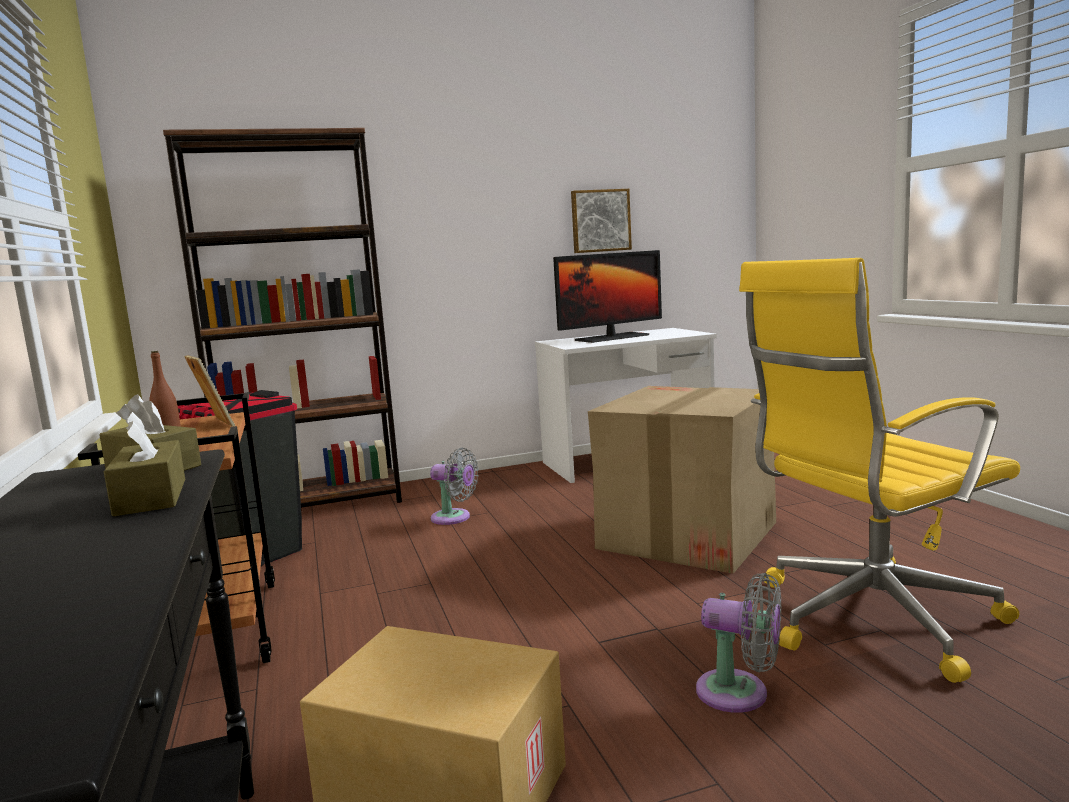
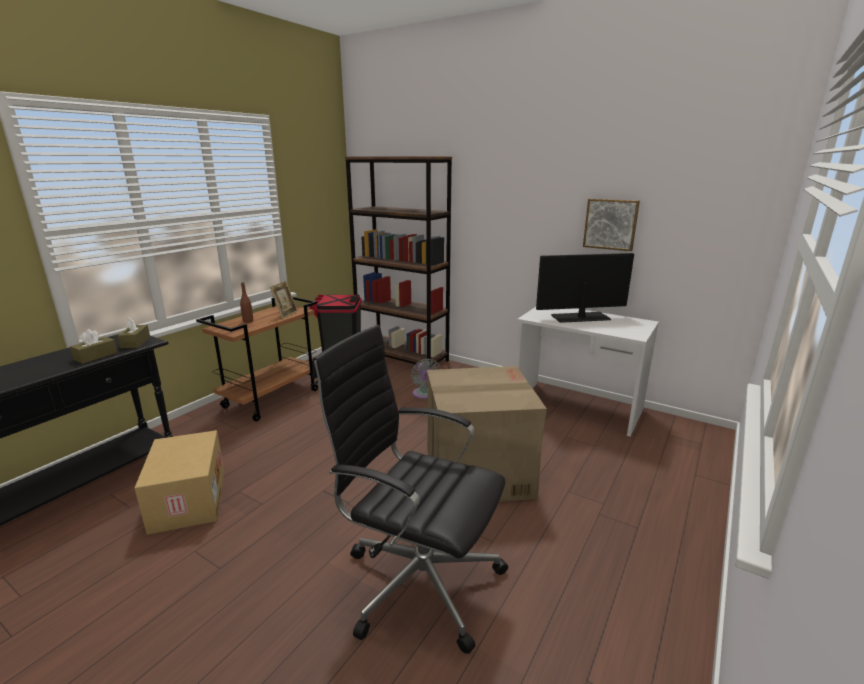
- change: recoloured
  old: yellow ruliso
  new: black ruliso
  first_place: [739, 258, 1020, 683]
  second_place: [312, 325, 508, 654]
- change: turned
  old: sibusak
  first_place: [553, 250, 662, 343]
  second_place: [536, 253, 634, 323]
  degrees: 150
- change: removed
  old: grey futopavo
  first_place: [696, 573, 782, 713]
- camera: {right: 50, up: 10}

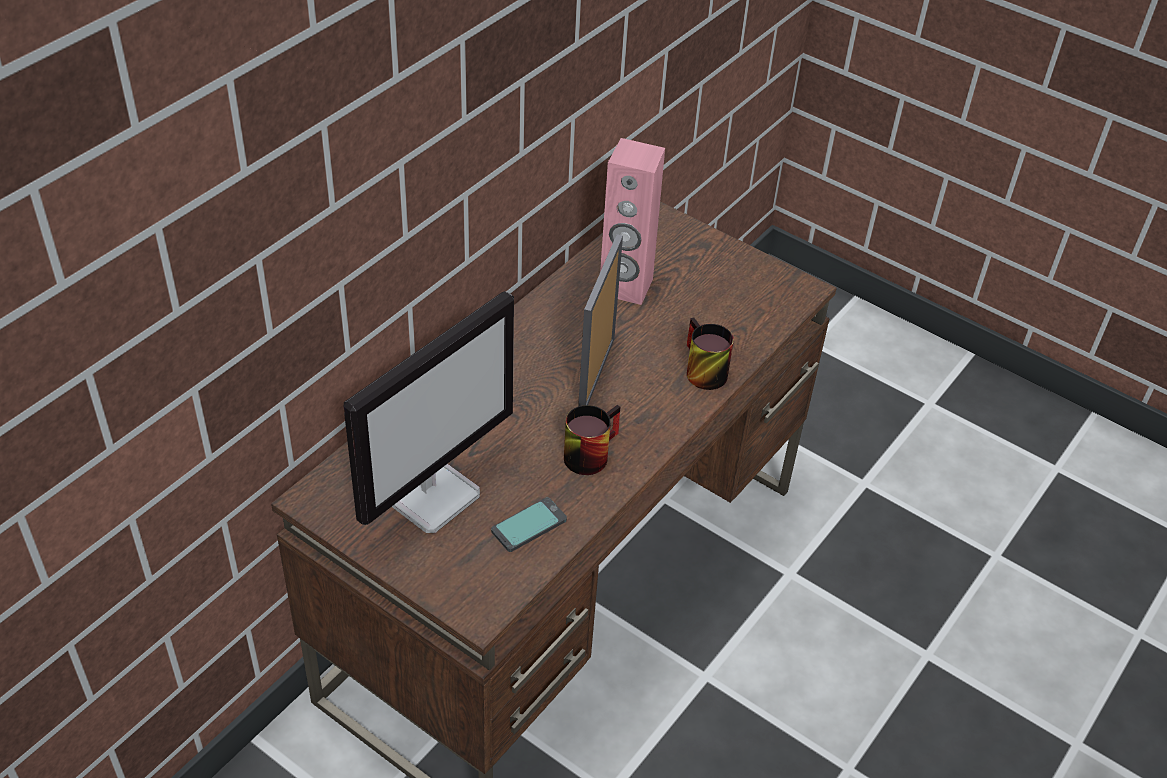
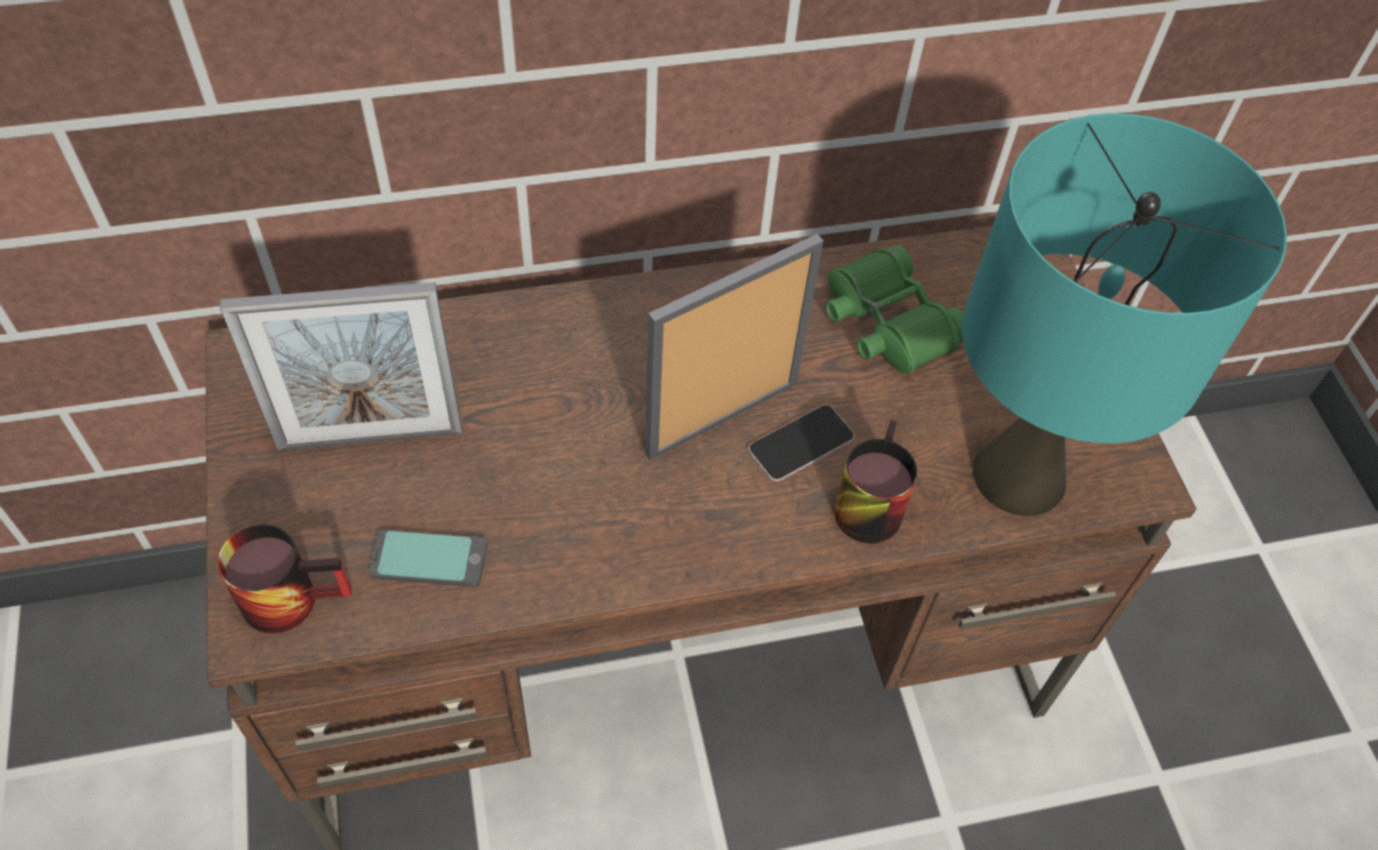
- change: moved
  old: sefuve
  first_place: [564, 405, 620, 475]
  second_place: [217, 524, 352, 634]
- change: replaced
  old: sibusak
  new: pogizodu
  first_place: [344, 291, 514, 533]
  second_place: [220, 282, 462, 451]
- change: added
  new: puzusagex
  second_place: [749, 405, 854, 482]
- change: replaced
  old: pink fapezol
  new: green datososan
  first_place: [600, 138, 665, 305]
  second_place: [826, 245, 964, 373]
- change: added
  new: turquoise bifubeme
  second_place: [962, 113, 1287, 516]
- camera: {right: 40, up: 10}

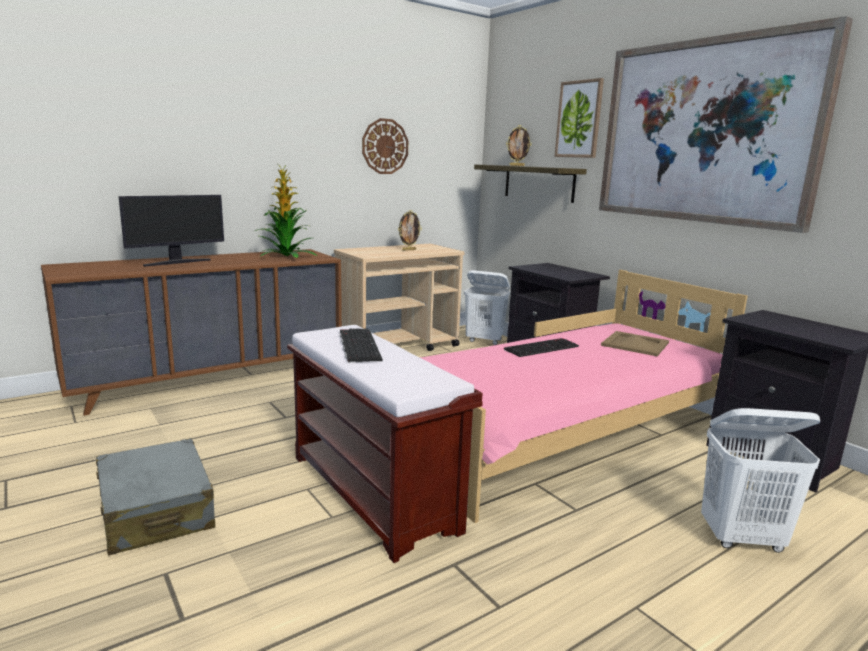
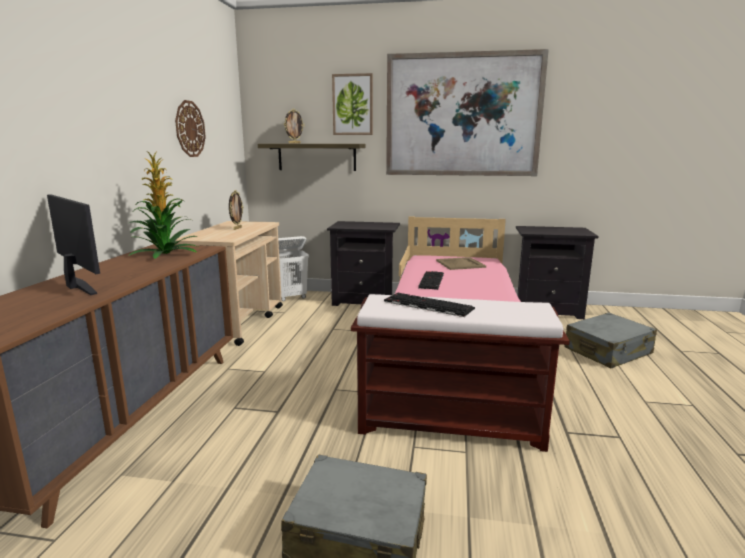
- change: turned
  old: sibusak
  first_place: [119, 195, 224, 266]
  second_place: [47, 194, 100, 295]
  degrees: -45
- change: replaced
  old: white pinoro
  new: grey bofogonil
  first_place: [701, 408, 820, 553]
  second_place: [564, 313, 657, 369]
- camera: {right: -45, up: 0}

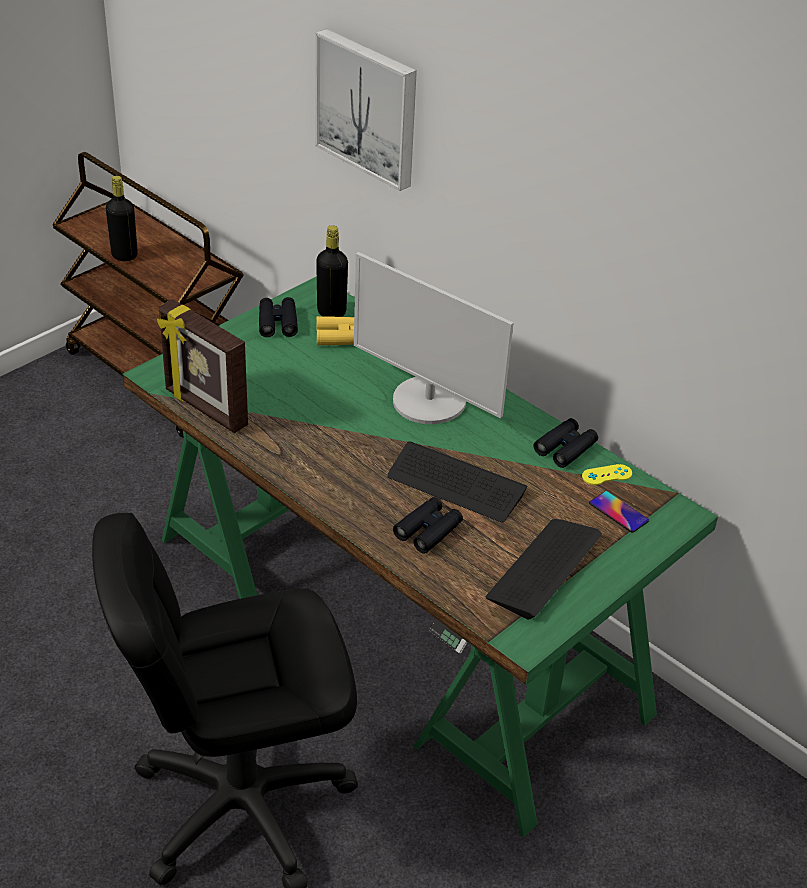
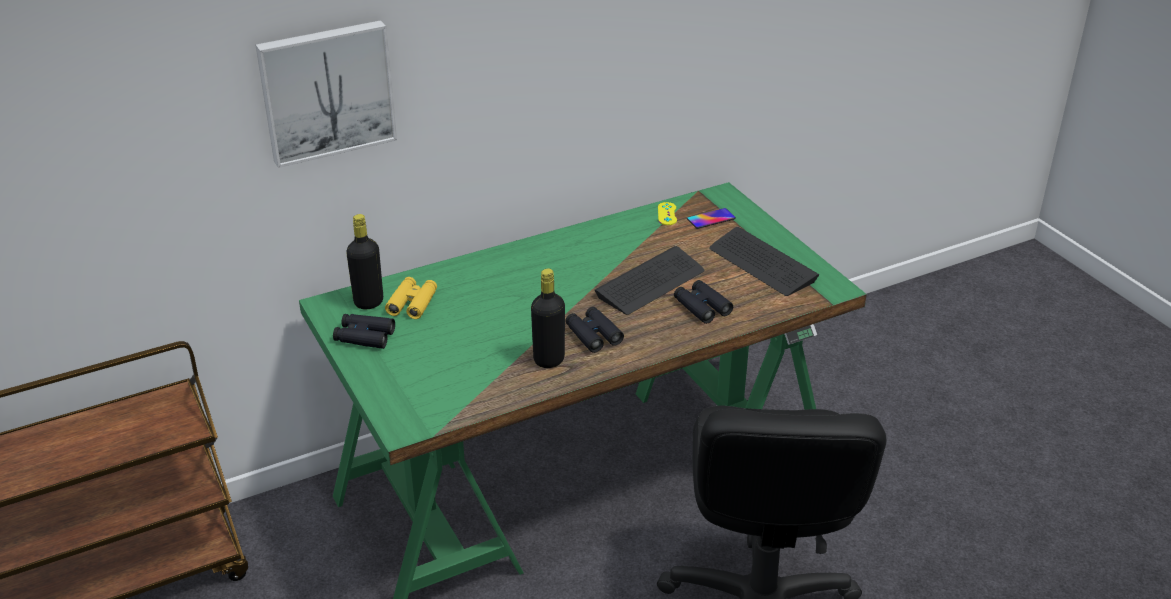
- change: moved
  old: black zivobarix
  first_place: [106, 176, 138, 261]
  second_place: [531, 268, 565, 368]
- change: moved
  old: black datososan
  first_place: [534, 418, 598, 468]
  second_place: [565, 307, 624, 353]
- change: removed
  old: pogizodu
  first_place: [157, 299, 248, 433]
- change: removed
  old: sibusak
  first_place: [354, 252, 513, 424]
- camera: {right: -70, up: -5}

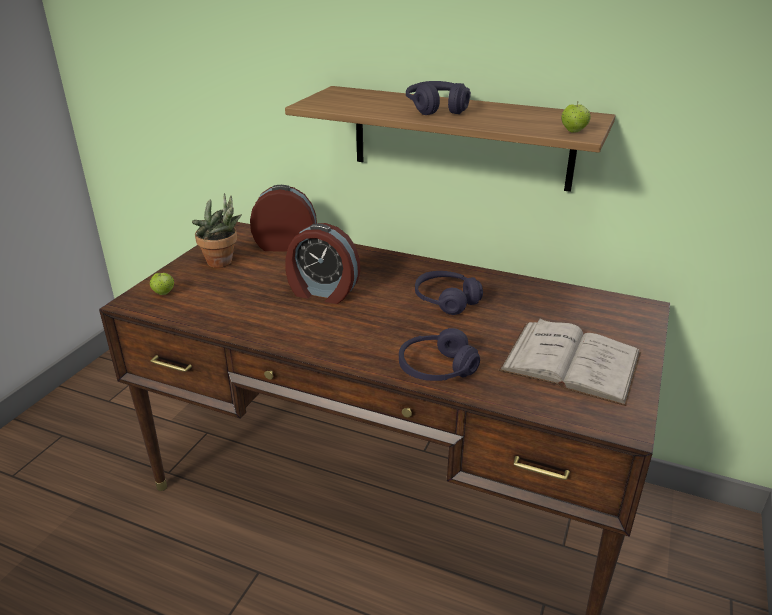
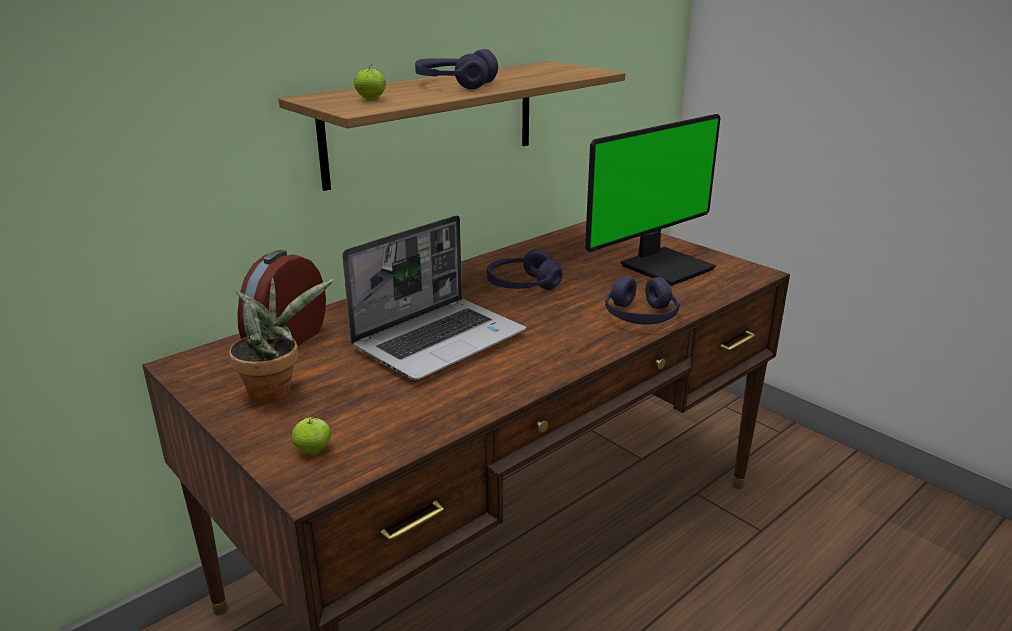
- change: replaced
  old: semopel
  new: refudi
  first_place: [285, 223, 360, 304]
  second_place: [342, 215, 526, 380]
- change: moved
  old: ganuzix
  first_place: [561, 101, 591, 133]
  second_place: [354, 64, 386, 101]
- change: replaced
  old: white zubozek
  new: sibusak
  first_place: [499, 319, 641, 406]
  second_place: [585, 114, 721, 286]
- camera: {right: -65, up: -5}

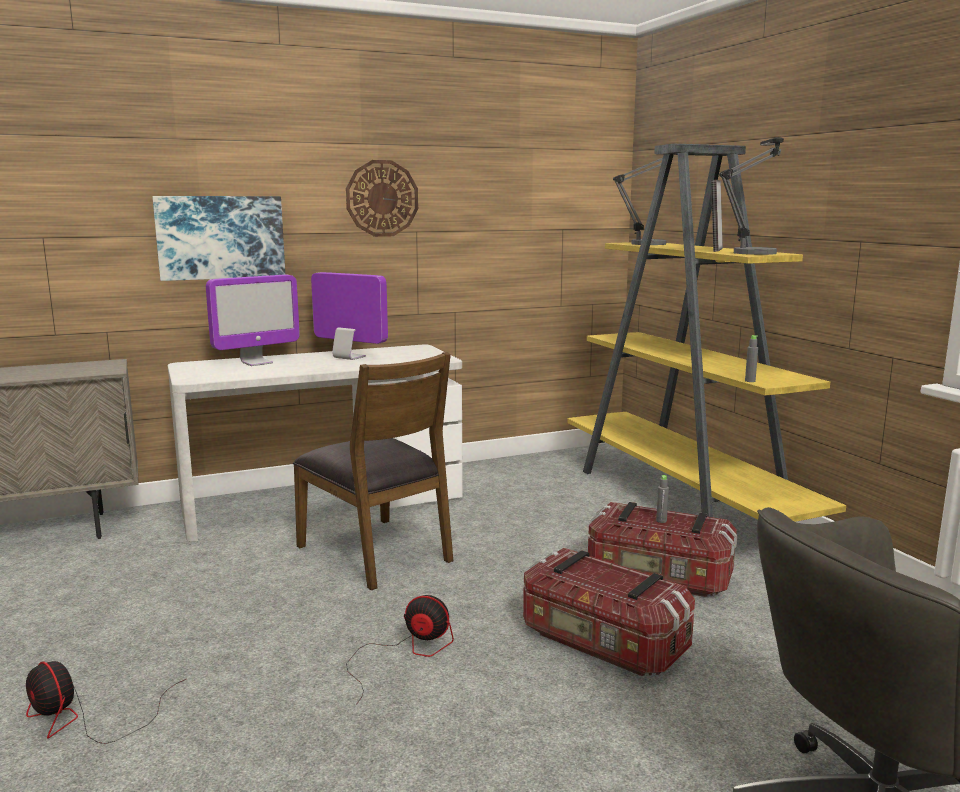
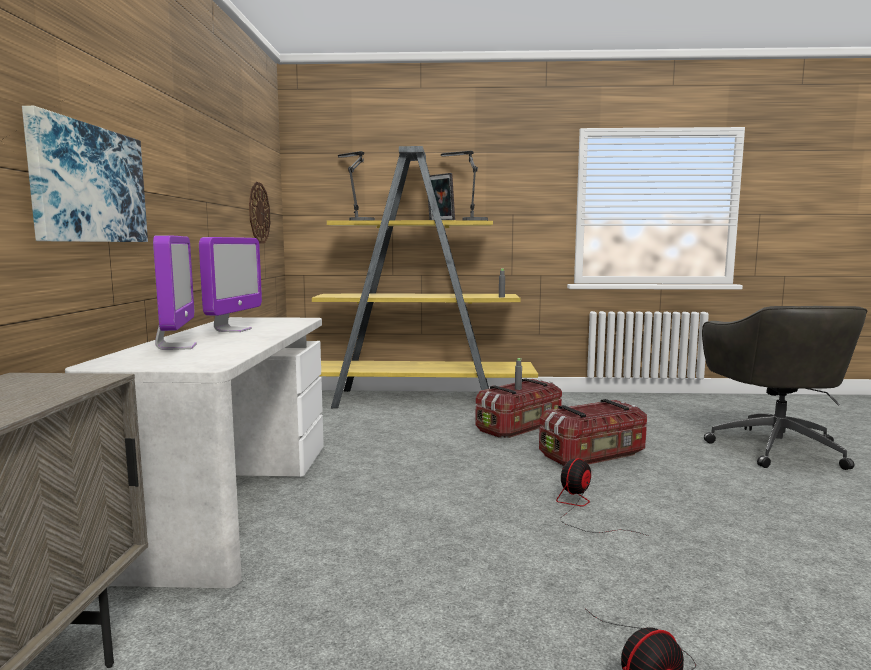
- change: turned
  old: sibusak
  first_place: [311, 272, 388, 360]
  second_place: [199, 237, 262, 332]
  degrees: 135
- change: moved
  old: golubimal
  first_place: [346, 160, 418, 237]
  second_place: [249, 182, 270, 244]
- change: removed
  old: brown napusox
  first_place: [293, 352, 453, 591]
- camera: {right: -65, up: -5}

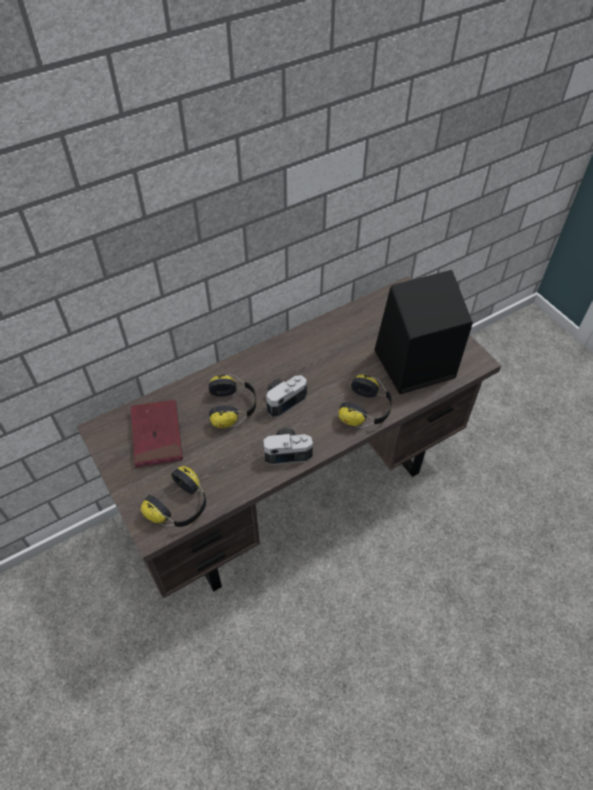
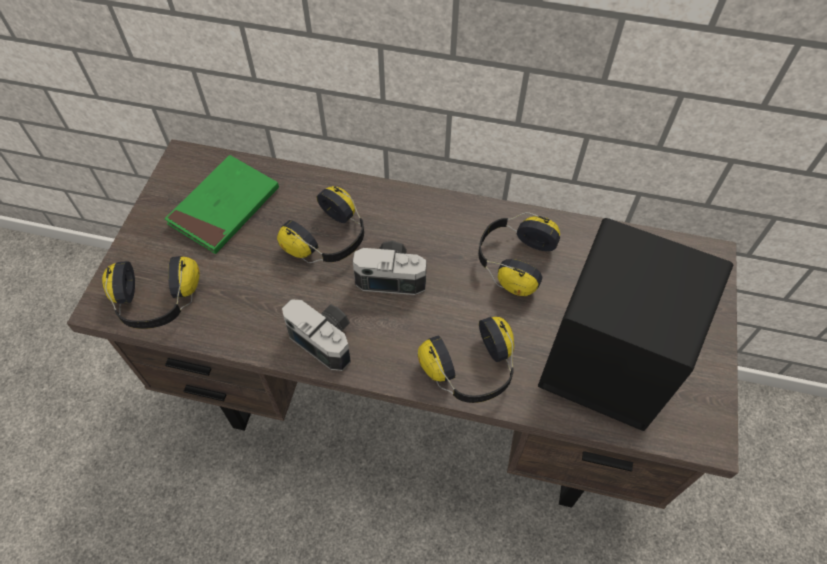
- change: recoloured
  old: red zubozek
  new: green zubozek
  first_place: [131, 400, 183, 467]
  second_place: [165, 155, 279, 254]
- change: added
  new: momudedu
  second_place: [478, 212, 560, 296]
- camera: {right: 45, up: 5}

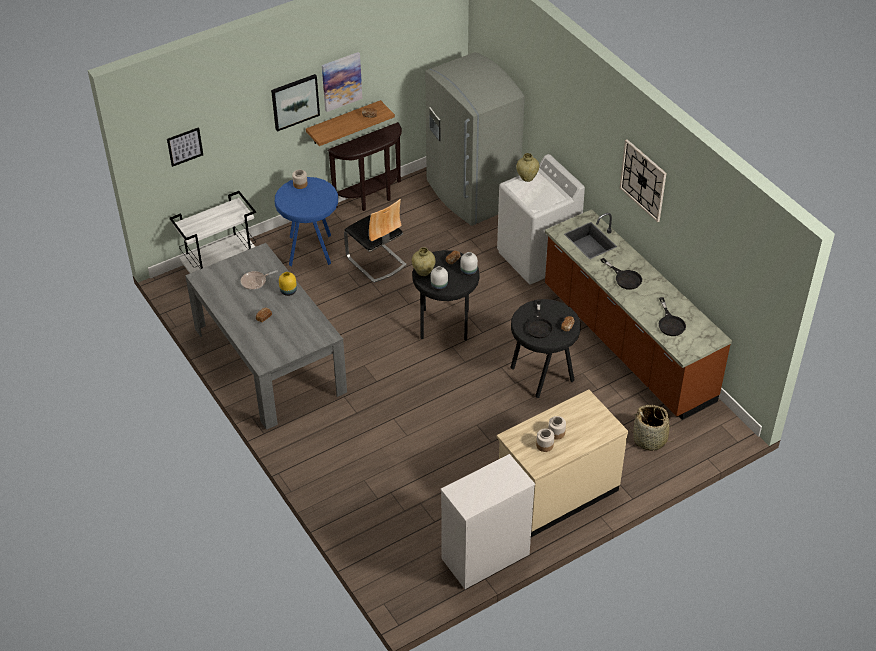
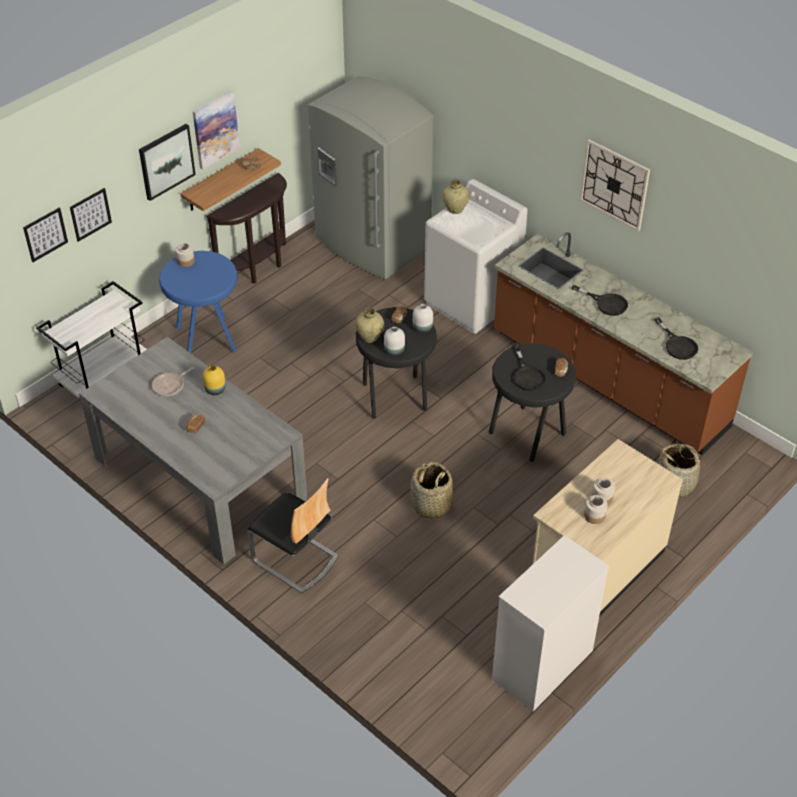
- change: added
  new: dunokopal
  second_place: [70, 188, 112, 242]
- change: moved
  old: napusox
  first_place: [344, 199, 407, 283]
  second_place: [247, 478, 339, 594]
- change: added
  new: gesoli
  second_place: [410, 462, 453, 520]
- camera: {right: -15, up: 0}

